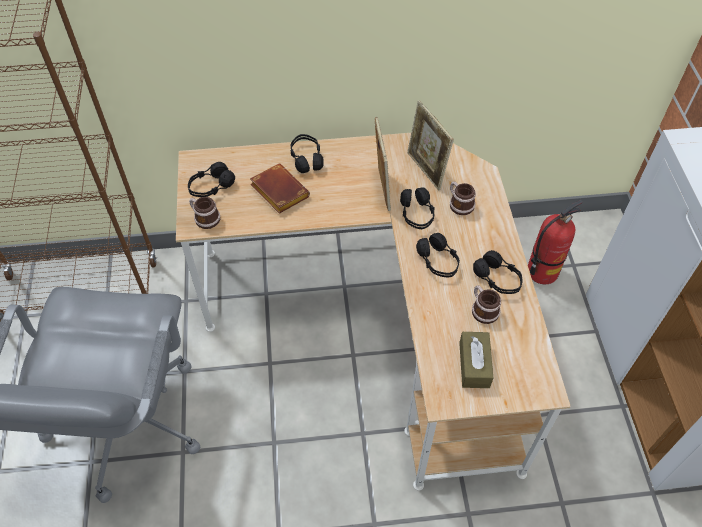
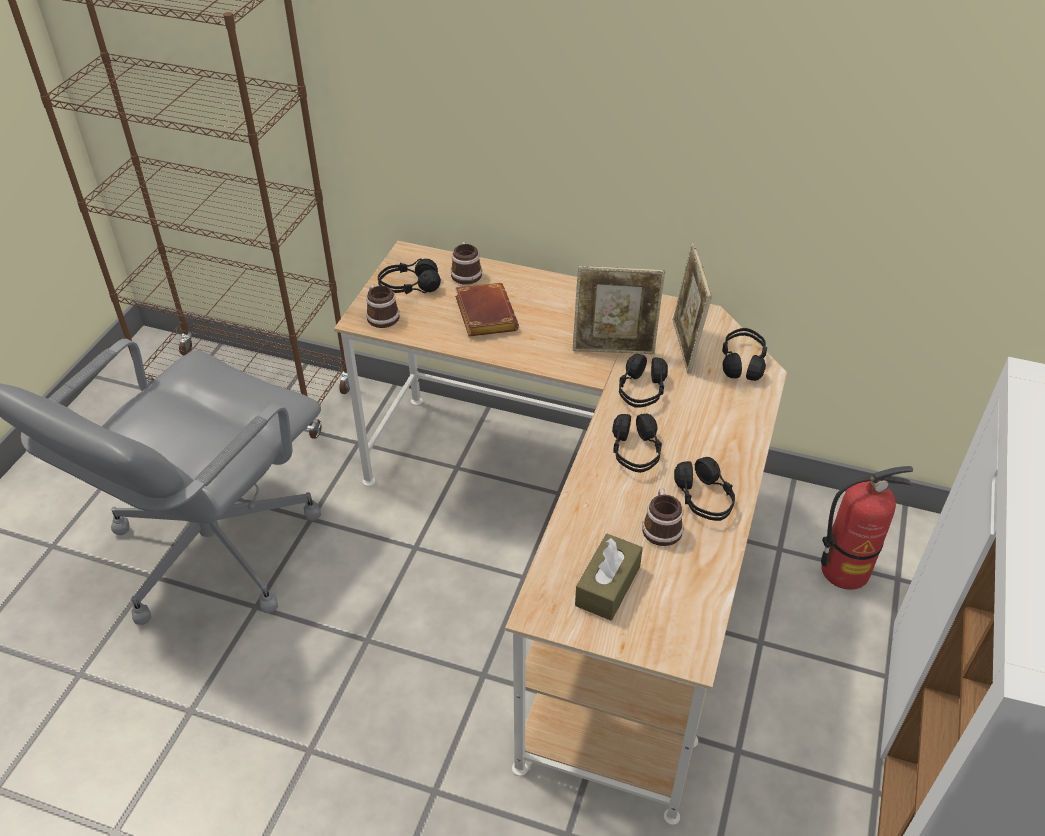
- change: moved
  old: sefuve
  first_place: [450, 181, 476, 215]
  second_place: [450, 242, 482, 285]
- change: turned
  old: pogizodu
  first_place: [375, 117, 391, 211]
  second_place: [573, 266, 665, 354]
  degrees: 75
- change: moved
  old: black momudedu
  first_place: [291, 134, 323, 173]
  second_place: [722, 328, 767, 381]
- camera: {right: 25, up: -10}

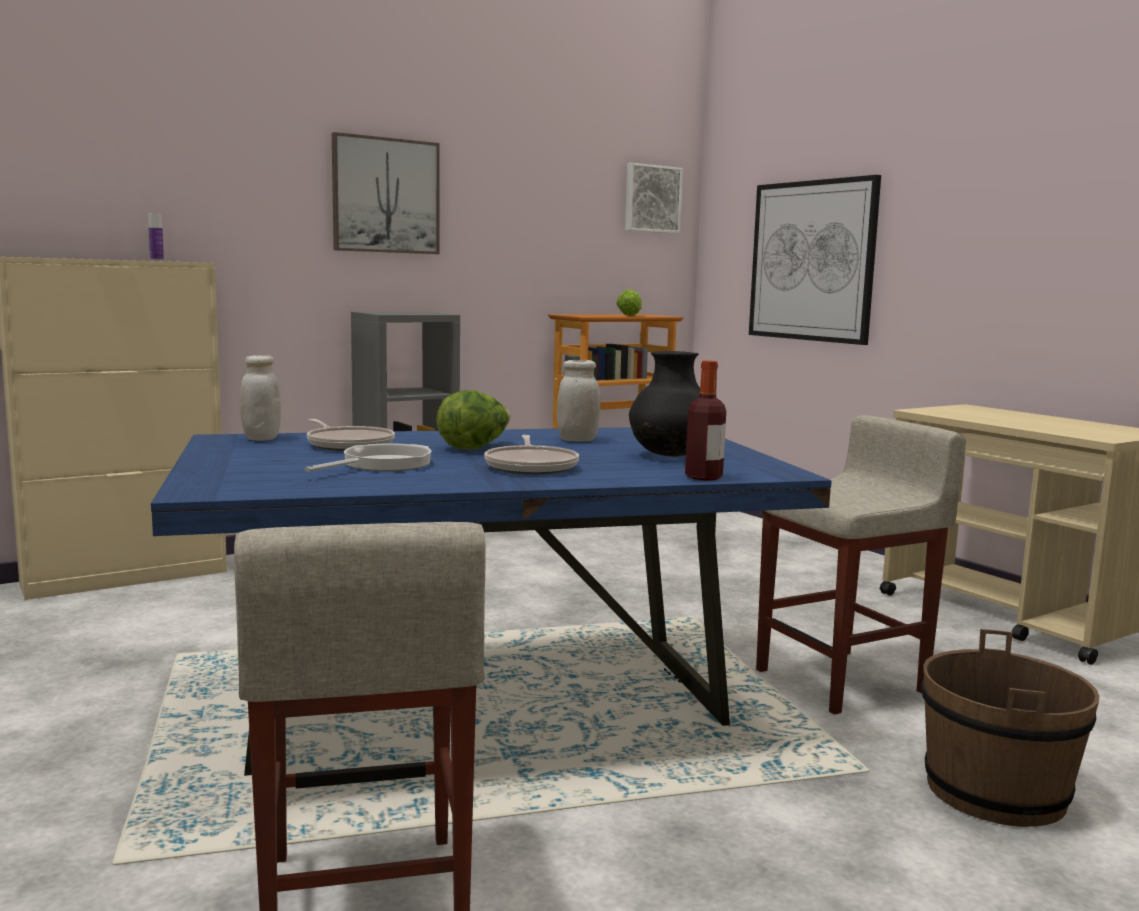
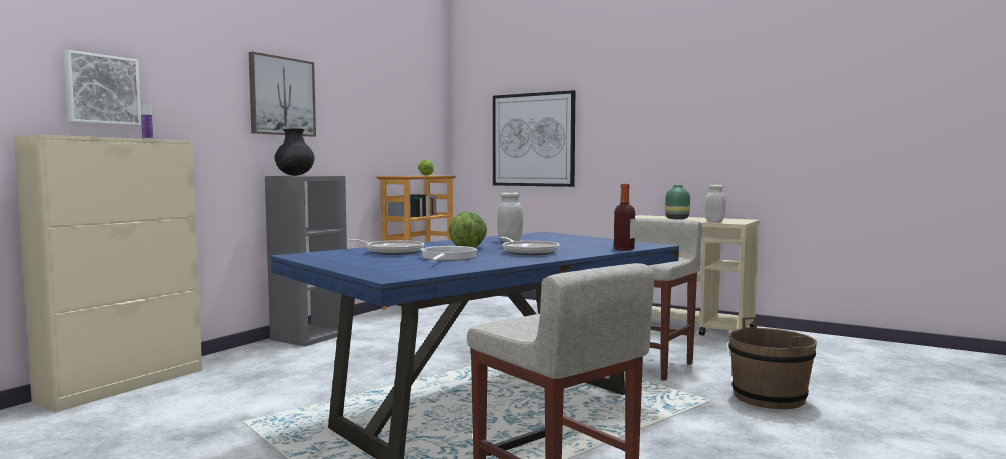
- change: moved
  old: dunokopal
  first_place: [625, 163, 683, 234]
  second_place: [64, 50, 142, 126]
- change: moved
  old: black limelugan
  first_place: [629, 351, 700, 457]
  second_place: [275, 128, 315, 176]
- change: added
  new: green limelugan
  second_place: [665, 185, 690, 219]
- change: moved
  old: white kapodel
  first_place: [240, 355, 281, 441]
  second_place: [705, 185, 726, 222]
- camera: {right: -25, up: -5}

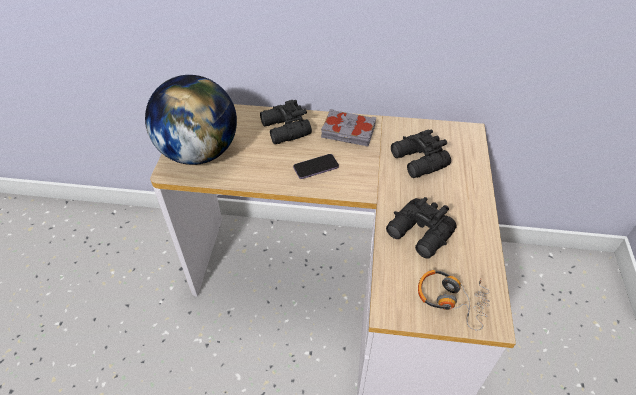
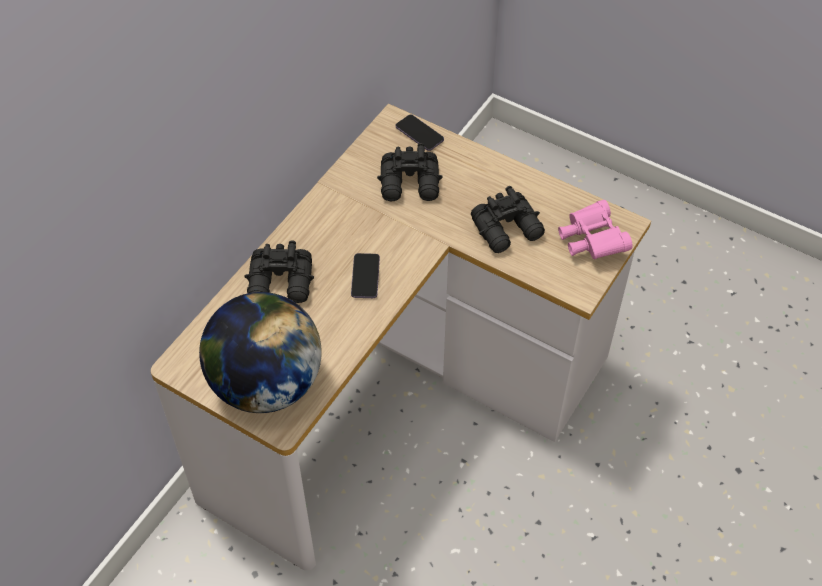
- change: added
  new: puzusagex
  second_place: [396, 114, 444, 151]
- change: replaced
  old: momudedu
  new: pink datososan
  first_place: [418, 270, 490, 330]
  second_place: [558, 200, 633, 260]
- change: removed
  old: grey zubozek
  first_place: [321, 109, 376, 146]
- camera: {right: -65, up: 5}

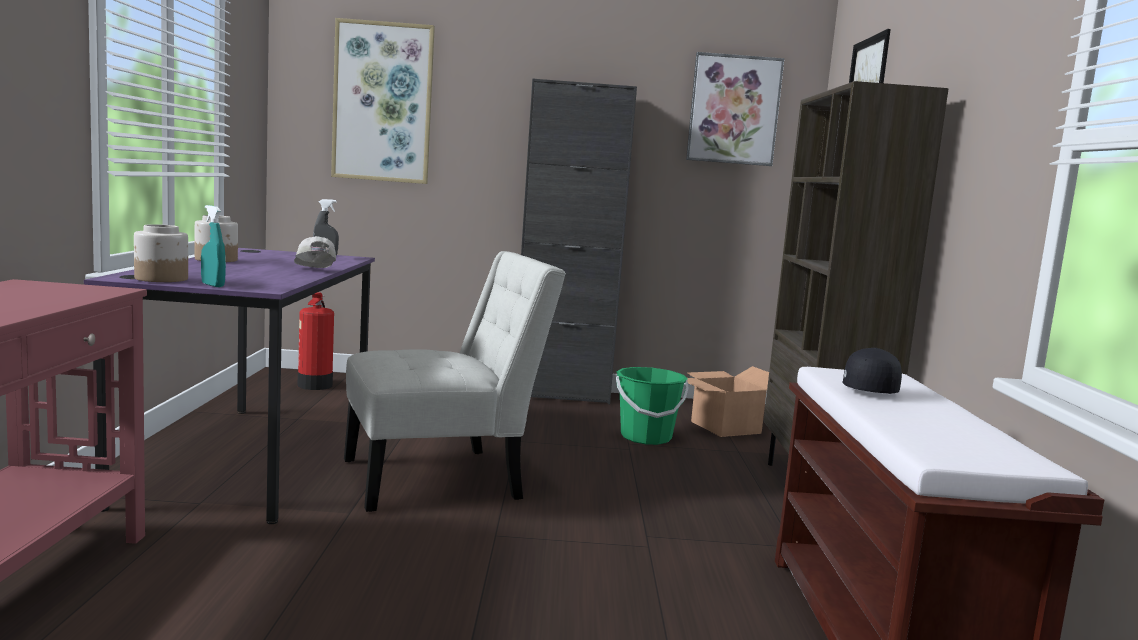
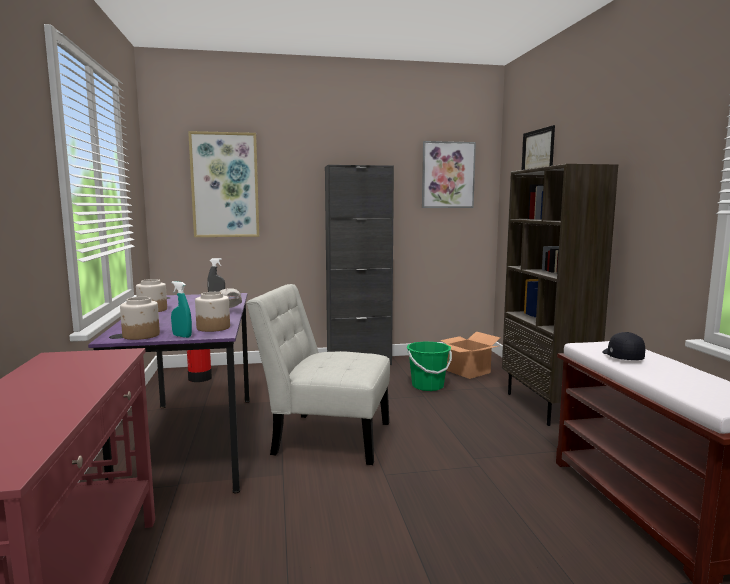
- change: added
  new: kapodel
  second_place: [195, 292, 230, 332]
- change: turned
  old: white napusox
  first_place: [344, 251, 566, 512]
  second_place: [247, 284, 390, 465]
  degrees: -135
- camera: {right: -10, up: 0}

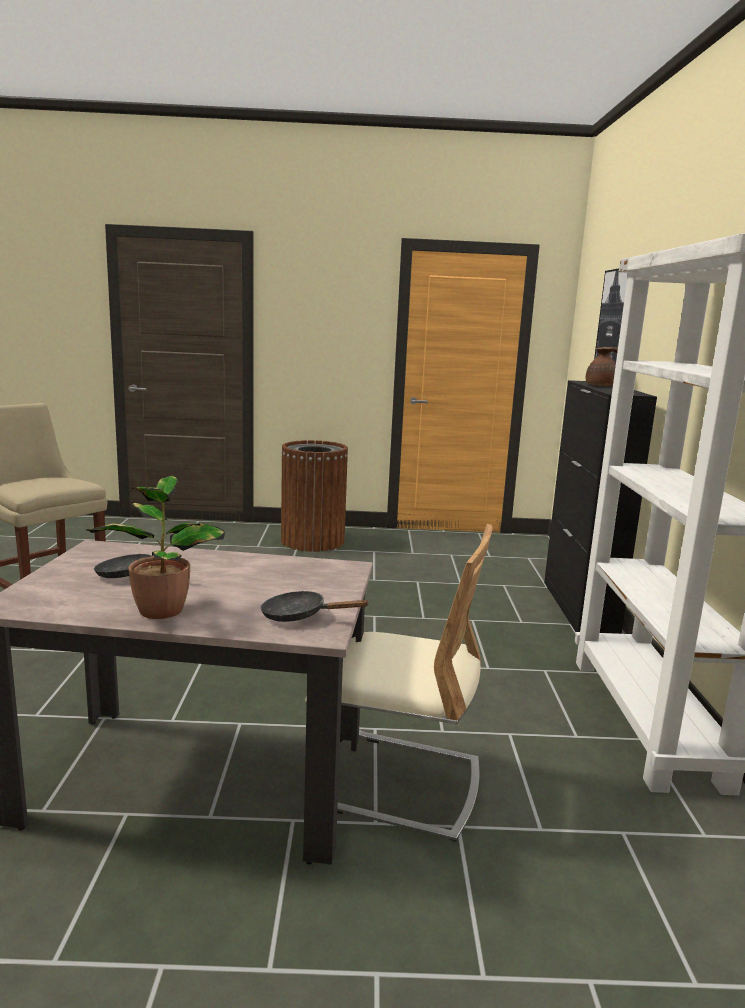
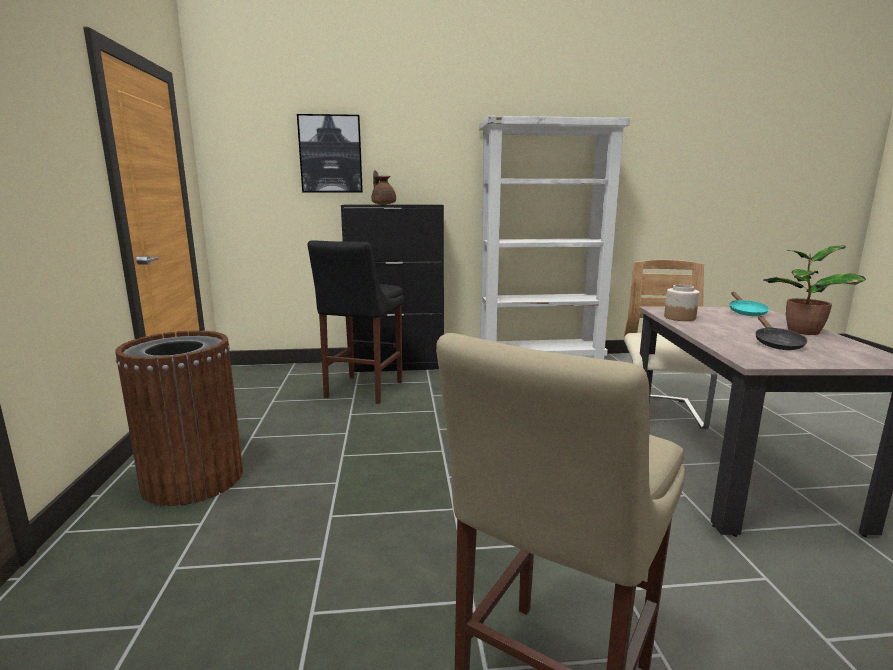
- change: added
  new: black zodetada
  second_place: [308, 240, 404, 404]
- change: added
  new: kapodel
  second_place: [664, 285, 699, 321]
- change: recoloured
  old: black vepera
  new: turquoise vepera
  first_place: [260, 591, 370, 622]
  second_place: [729, 292, 769, 316]
- camera: {right: -95, up: 0}

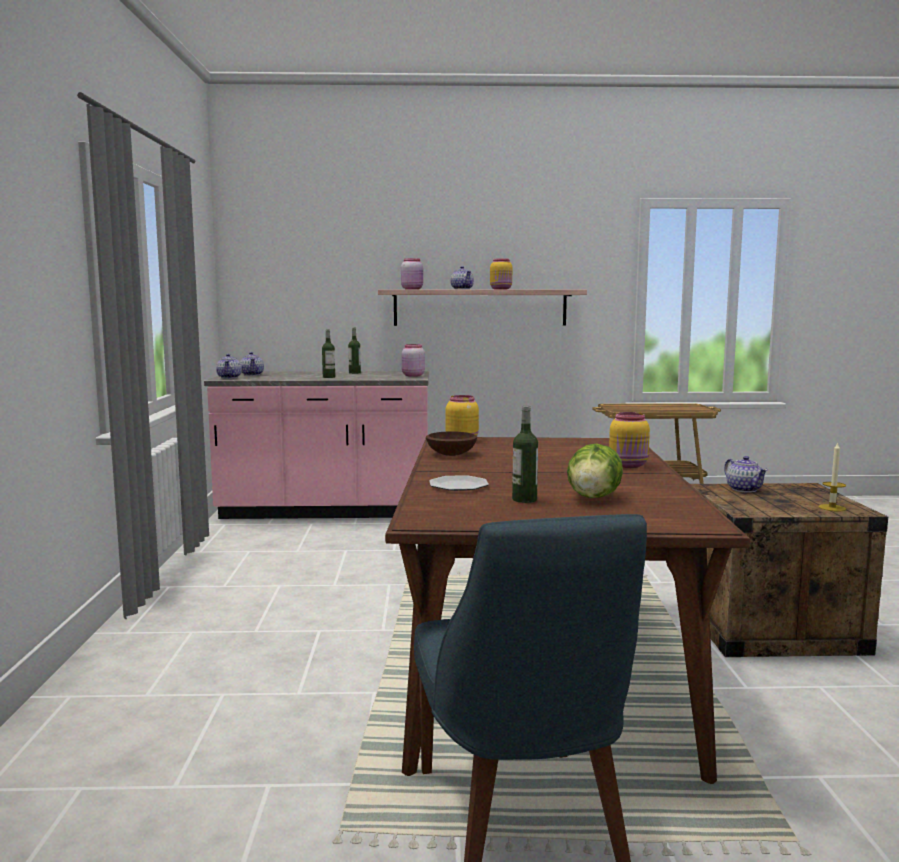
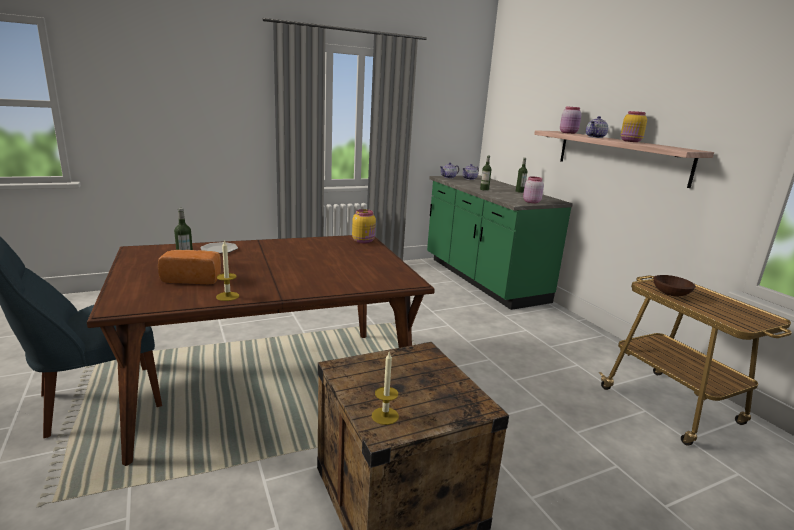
- change: replaced
  old: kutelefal
  new: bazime
  first_place: [567, 444, 623, 498]
  second_place: [158, 250, 221, 284]
- change: added
  new: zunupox
  second_place: [216, 240, 239, 301]
- change: recoloured
  old: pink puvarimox
  new: green puvarimox
  first_place: [204, 371, 428, 519]
  second_place: [427, 175, 573, 310]
- change: moved
  old: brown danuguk
  first_place: [426, 431, 477, 456]
  second_place: [653, 275, 696, 296]
- change: removed
  old: yellow kapodel
  first_place: [609, 412, 650, 468]
- change: removed
  old: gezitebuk
  first_place: [724, 456, 768, 492]
- camera: {right: 65, up: 10}

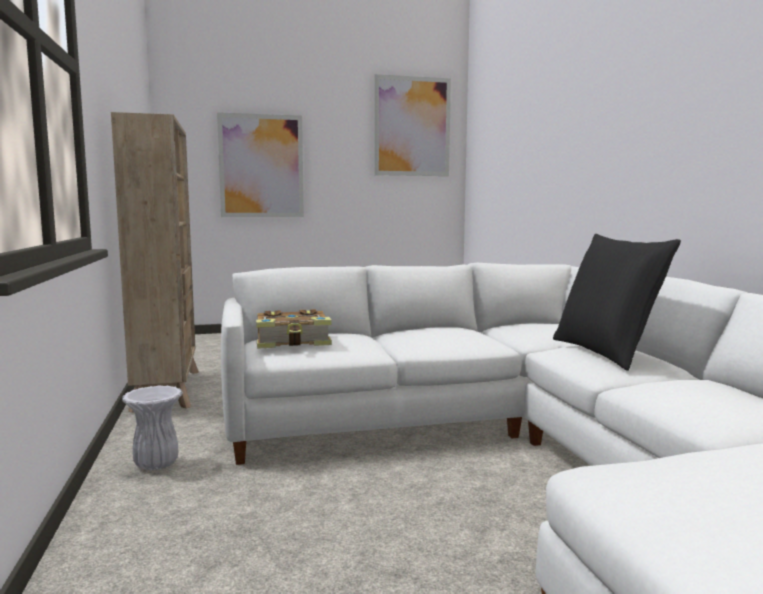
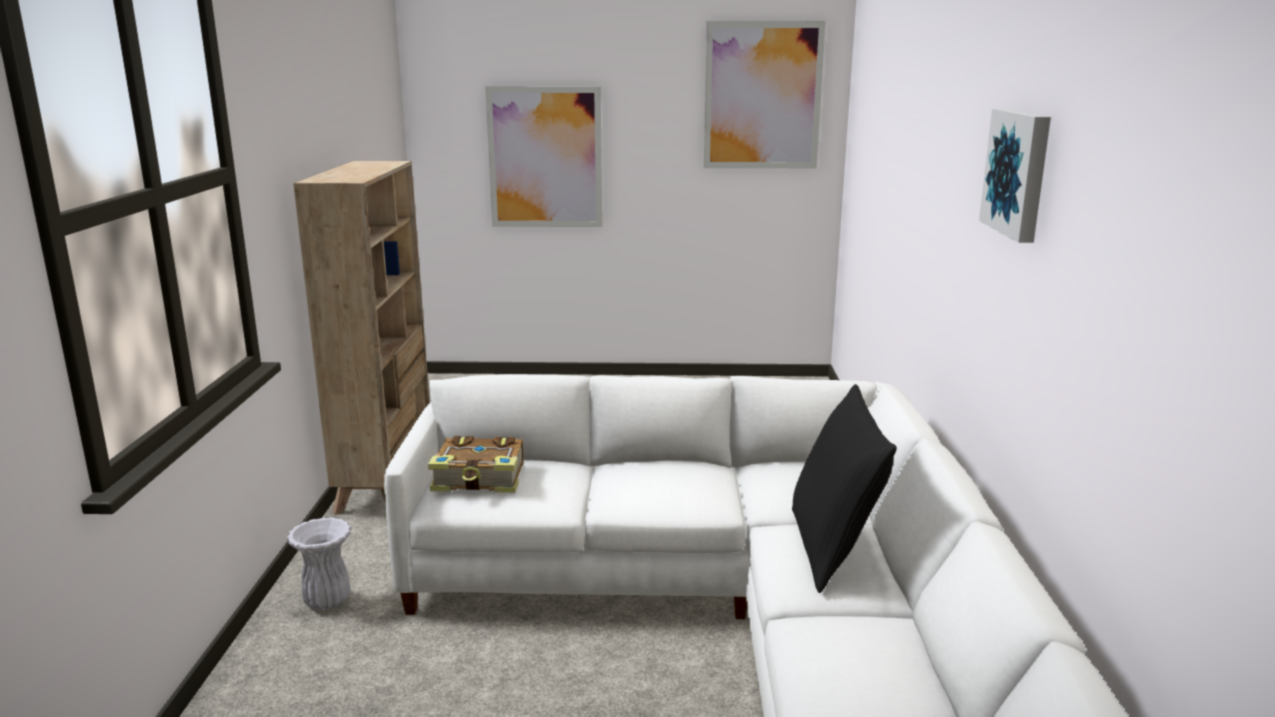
- change: added
  new: dunokopal
  second_place: [979, 109, 1051, 243]
- camera: {right: 15, up: 10}

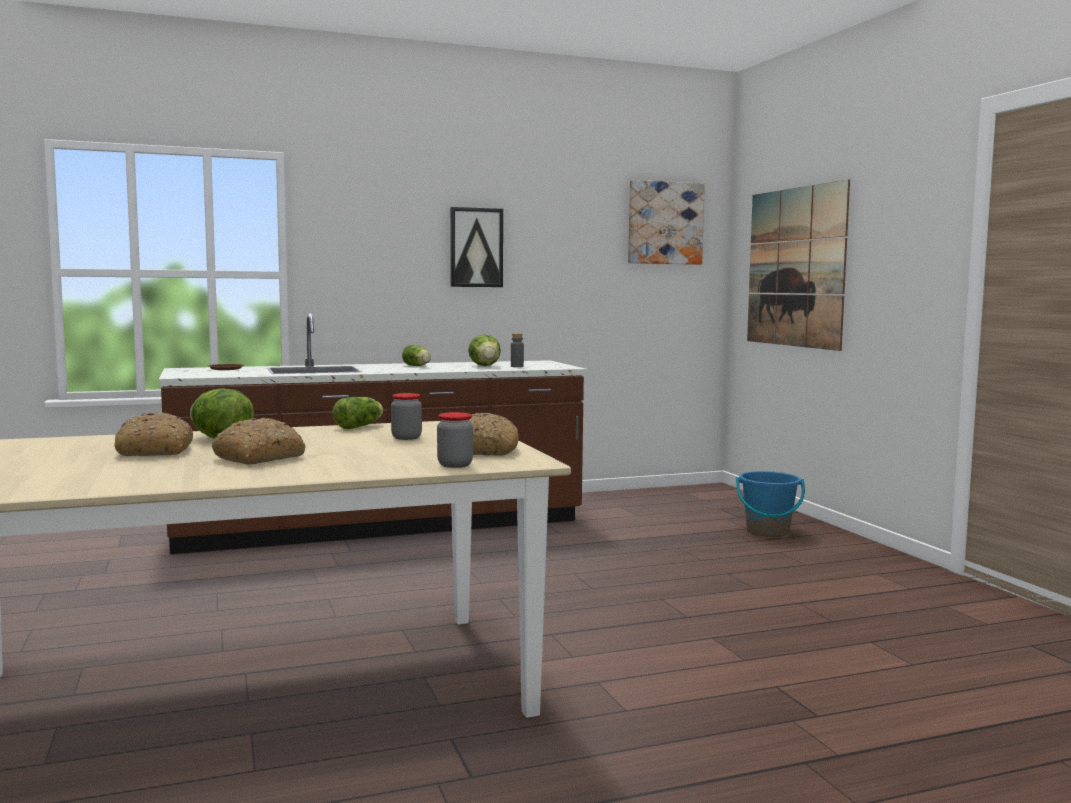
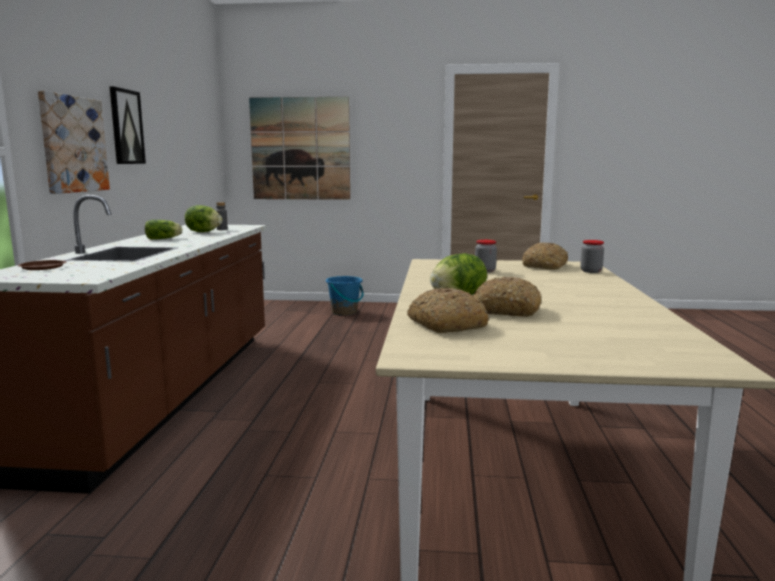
- change: moved
  old: dunokopal
  first_place: [628, 180, 705, 265]
  second_place: [38, 91, 110, 194]
- change: moved
  old: bazime
  first_place: [212, 418, 306, 465]
  second_place: [407, 287, 489, 333]
- change: removed
  old: kutelefal
  first_place: [332, 397, 383, 429]
- camera: {right: -65, up: 5}

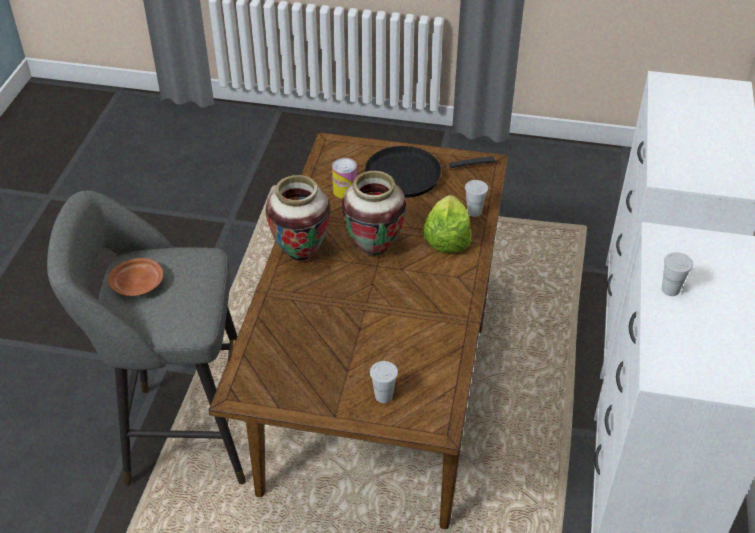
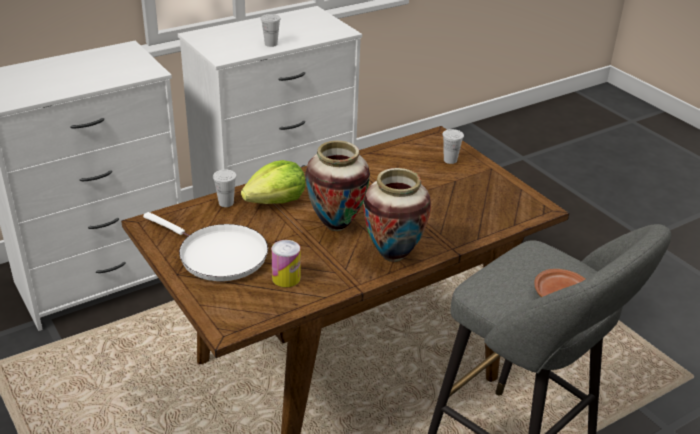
- change: recoloured
  old: black vepera
  new: white vepera
  first_place: [365, 146, 495, 198]
  second_place: [143, 212, 268, 281]
- camera: {right: -135, up: -10}

